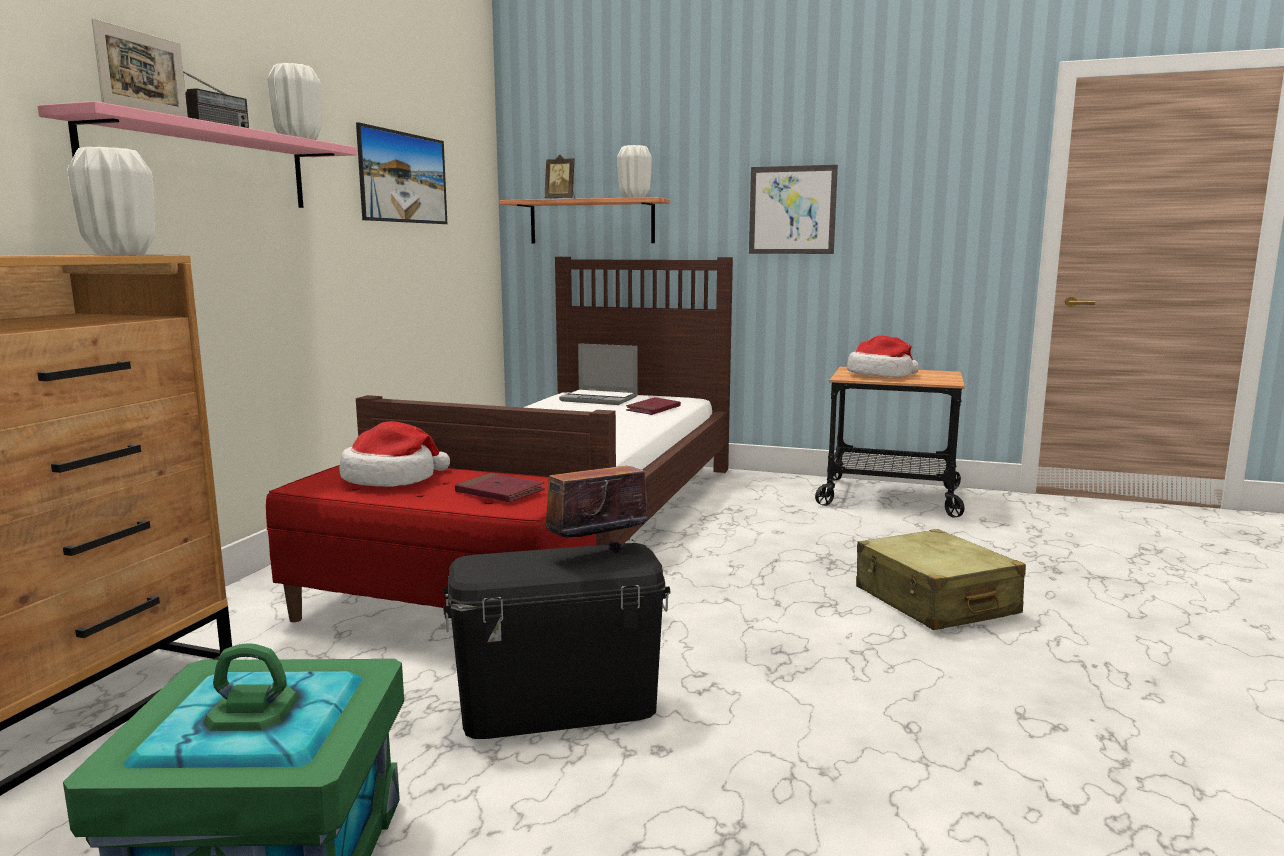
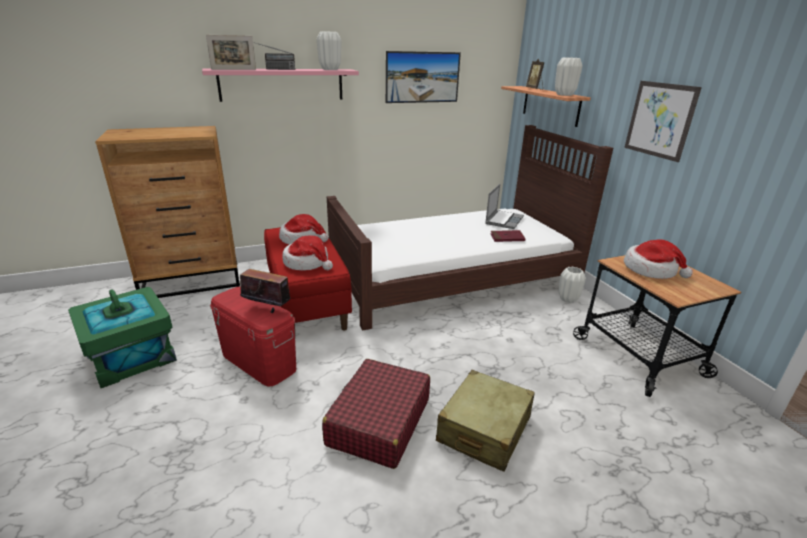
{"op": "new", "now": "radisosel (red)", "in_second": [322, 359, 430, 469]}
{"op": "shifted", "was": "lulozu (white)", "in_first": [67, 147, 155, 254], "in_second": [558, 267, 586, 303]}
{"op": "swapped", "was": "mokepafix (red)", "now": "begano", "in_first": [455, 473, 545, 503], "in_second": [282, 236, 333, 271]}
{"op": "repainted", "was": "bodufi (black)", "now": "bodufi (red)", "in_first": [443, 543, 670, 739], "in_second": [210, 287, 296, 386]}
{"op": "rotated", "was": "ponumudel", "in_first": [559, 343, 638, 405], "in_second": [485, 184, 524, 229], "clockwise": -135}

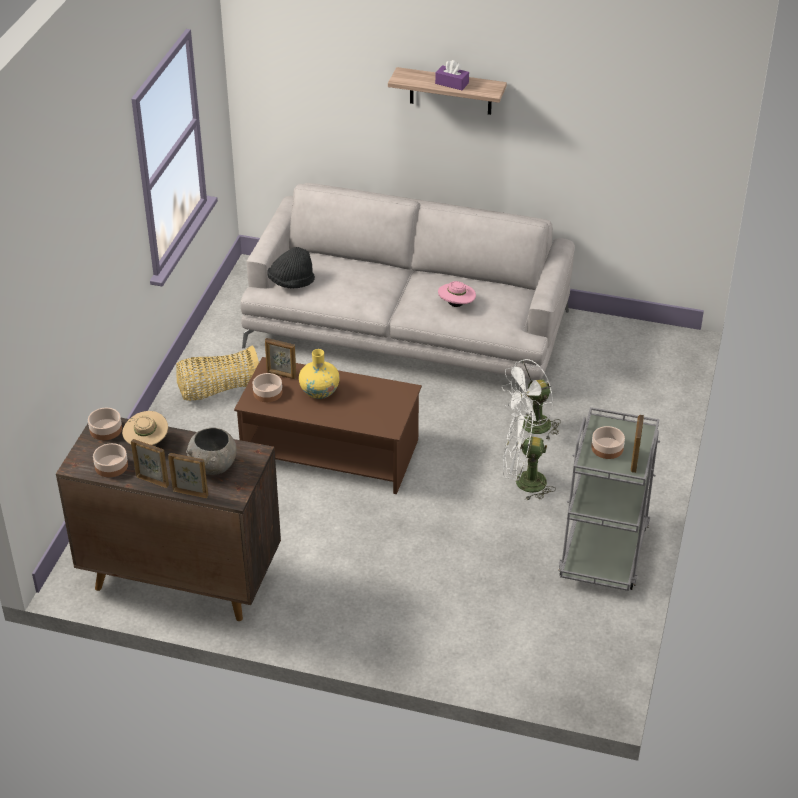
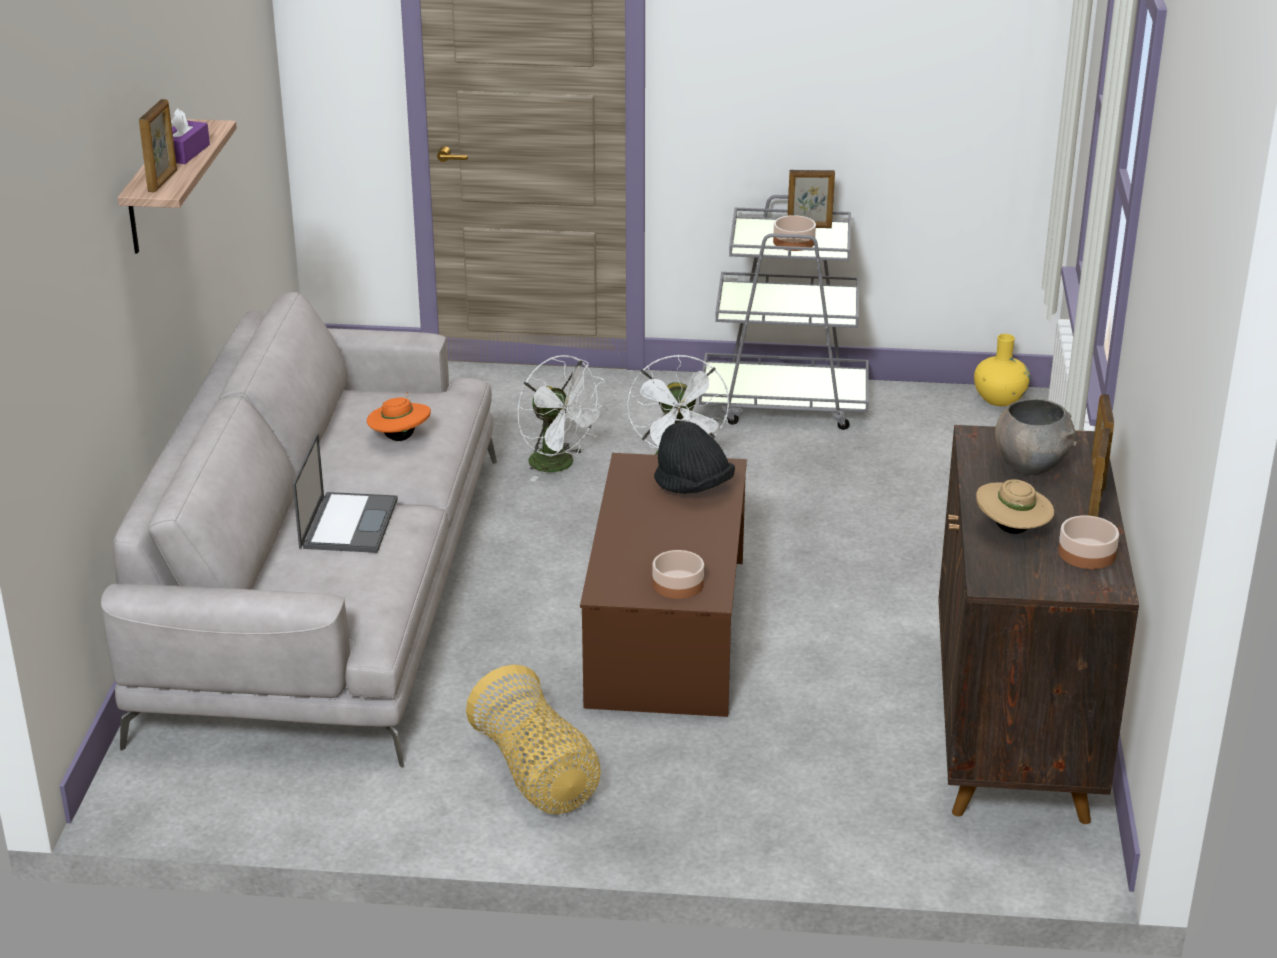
{"op": "gone", "was": "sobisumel", "in_first": [88, 408, 122, 440]}
{"op": "new", "now": "ponumudel", "in_second": [293, 433, 398, 553]}
{"op": "shifted", "was": "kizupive", "in_first": [265, 338, 296, 379], "in_second": [139, 99, 177, 192]}
{"op": "shifted", "was": "begano (black)", "in_first": [267, 247, 315, 288], "in_second": [654, 421, 735, 494]}
{"op": "shifted", "was": "lulozu (yellow)", "in_first": [299, 349, 340, 399], "in_second": [974, 334, 1030, 406]}
{"op": "repainted", "was": "begano (pink)", "now": "begano (orange)", "in_first": [438, 281, 476, 307], "in_second": [367, 392, 431, 441]}

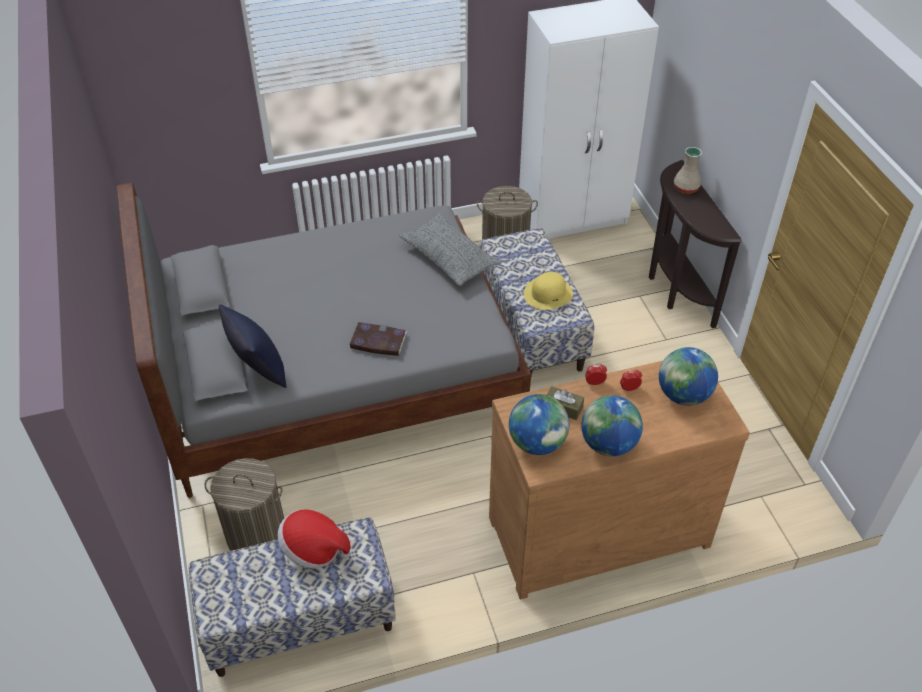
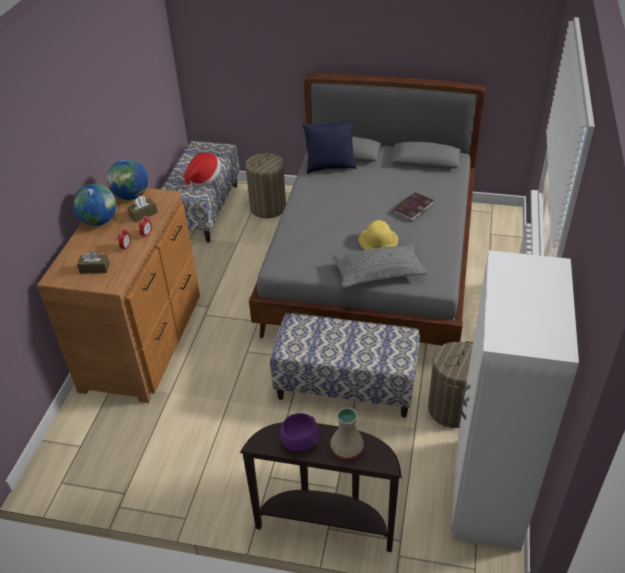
{"op": "new", "now": "sobisumel (purple)", "in_second": [280, 413, 319, 452]}
{"op": "shifted", "was": "mokepafix", "in_first": [349, 322, 407, 356], "in_second": [393, 192, 434, 221]}
{"op": "shifted", "was": "begano (yellow)", "in_first": [524, 272, 573, 310], "in_second": [359, 220, 398, 250]}
{"op": "swapped", "was": "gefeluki", "now": "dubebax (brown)", "in_first": [659, 347, 718, 405], "in_second": [77, 251, 110, 274]}

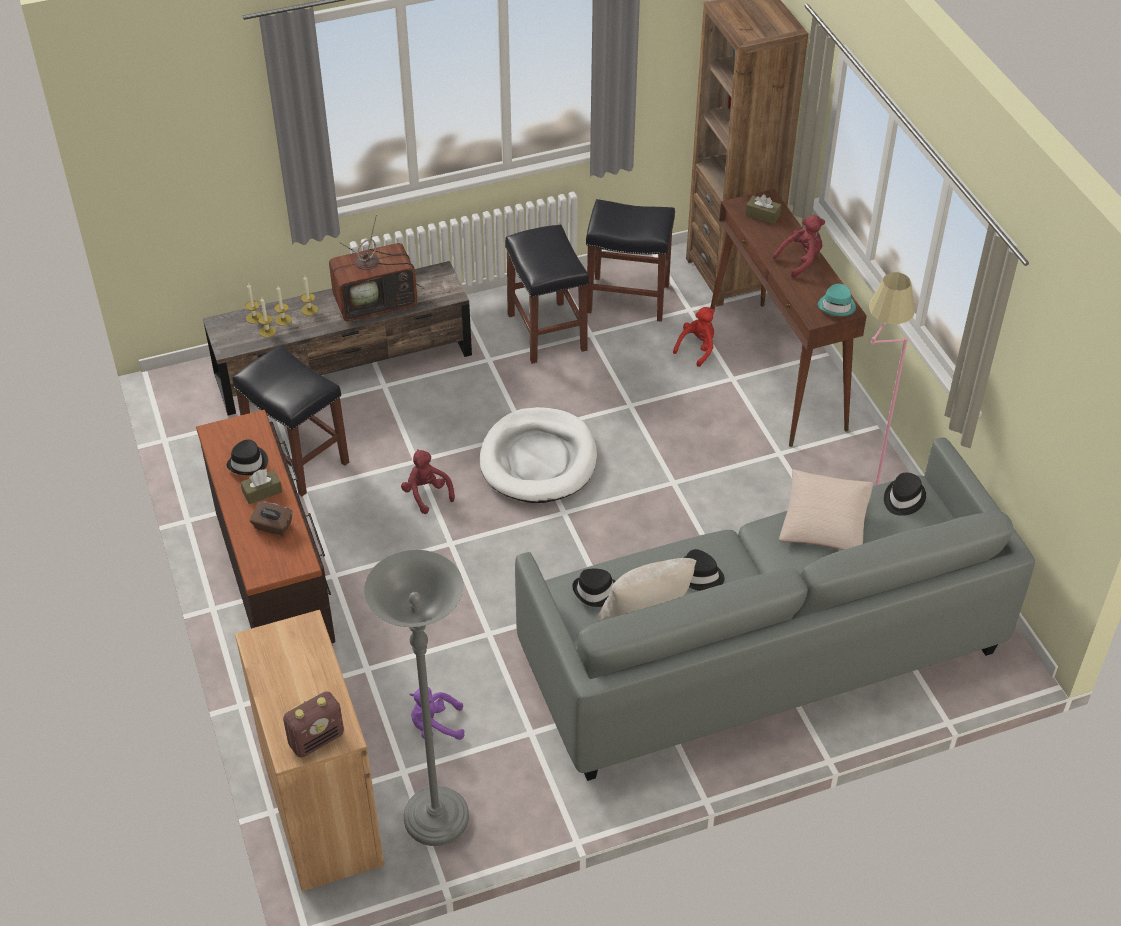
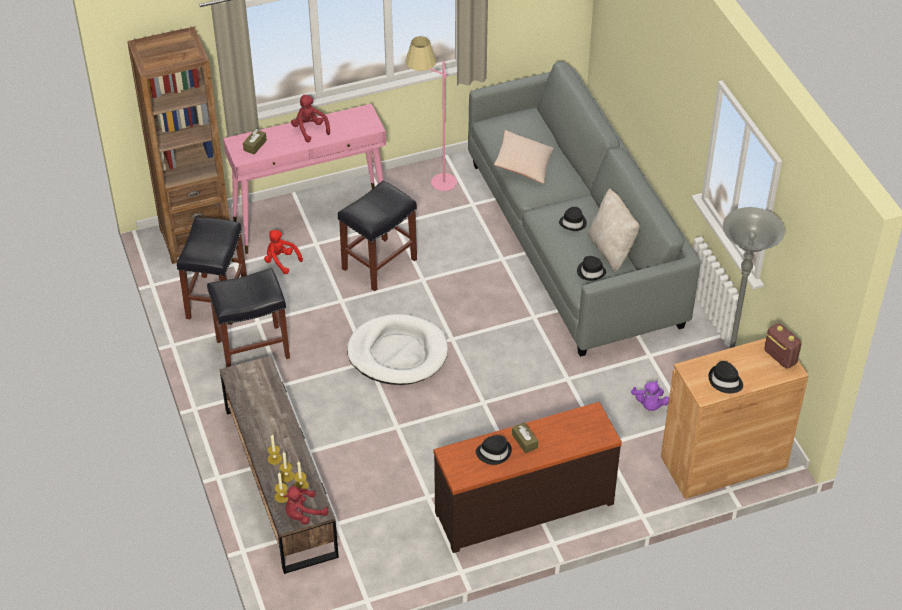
{"op": "gone", "was": "dubebax (brown)", "in_first": [250, 501, 293, 536]}
{"op": "gone", "was": "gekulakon", "in_first": [329, 215, 425, 322]}
{"op": "gone", "was": "begano (turquoise)", "in_first": [818, 284, 856, 316]}
{"op": "shifted", "was": "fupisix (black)", "in_first": [233, 345, 349, 496], "in_second": [338, 181, 417, 291]}
{"op": "shifted", "was": "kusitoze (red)", "in_first": [401, 449, 455, 514], "in_second": [284, 486, 329, 525]}
{"op": "shifted", "was": "begano (black)", "in_first": [884, 473, 926, 516], "in_second": [709, 361, 743, 393]}
{"op": "repainted", "was": "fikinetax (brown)", "now": "fikinetax (pink)", "in_first": [710, 189, 867, 447], "in_second": [223, 104, 386, 254]}

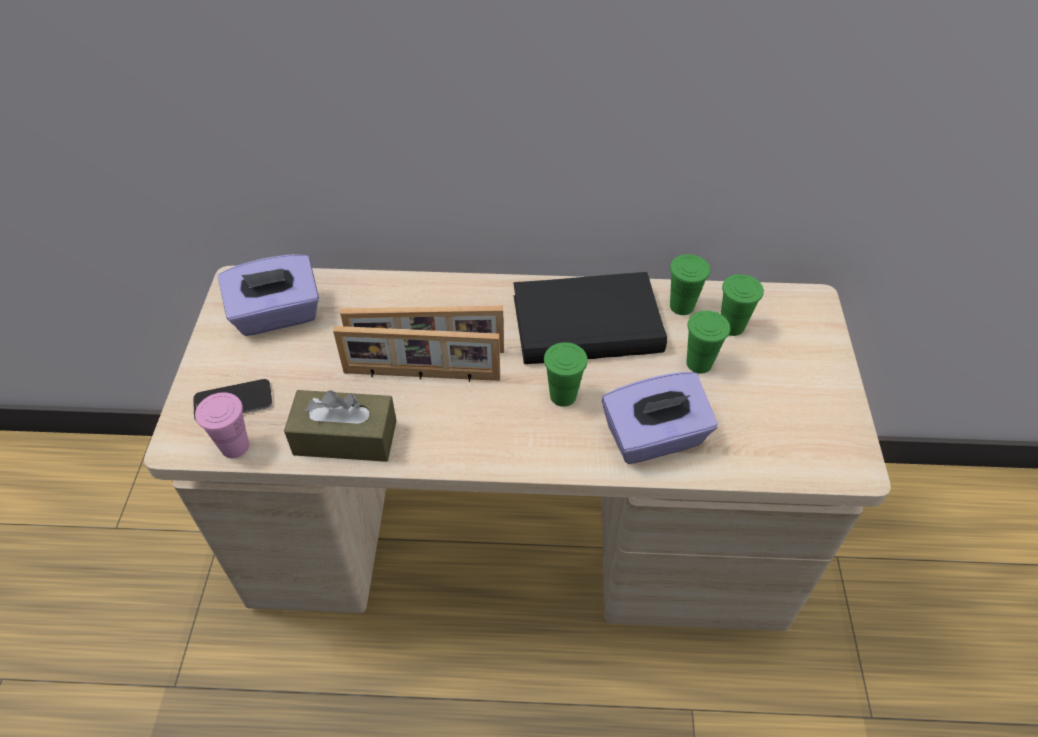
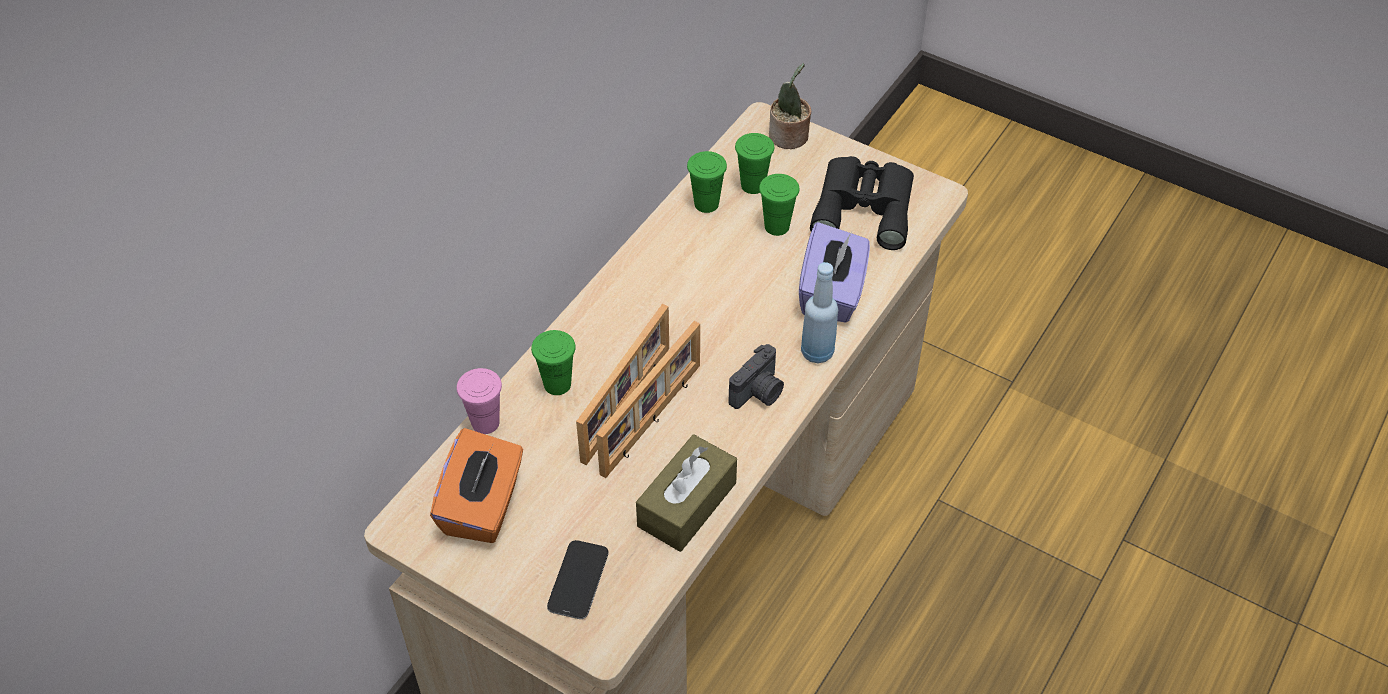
{"op": "gone", "was": "mokepafix (black)", "in_first": [513, 272, 667, 364]}
{"op": "new", "now": "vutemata", "in_second": [728, 344, 784, 409]}
{"op": "new", "now": "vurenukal", "in_second": [769, 63, 811, 149]}
{"op": "new", "now": "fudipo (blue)", "in_second": [801, 262, 838, 363]}
{"op": "new", "now": "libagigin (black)", "in_second": [810, 156, 914, 250]}
{"op": "shifted", "was": "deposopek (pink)", "in_first": [195, 392, 249, 458], "in_second": [457, 368, 502, 434]}
{"op": "shifted", "was": "deposopek (green)", "in_first": [544, 342, 588, 407], "in_second": [531, 330, 576, 395]}
{"op": "repainted", "was": "dubebax (purple)", "now": "dubebax (orange)", "in_first": [217, 254, 319, 336], "in_second": [430, 428, 523, 543]}

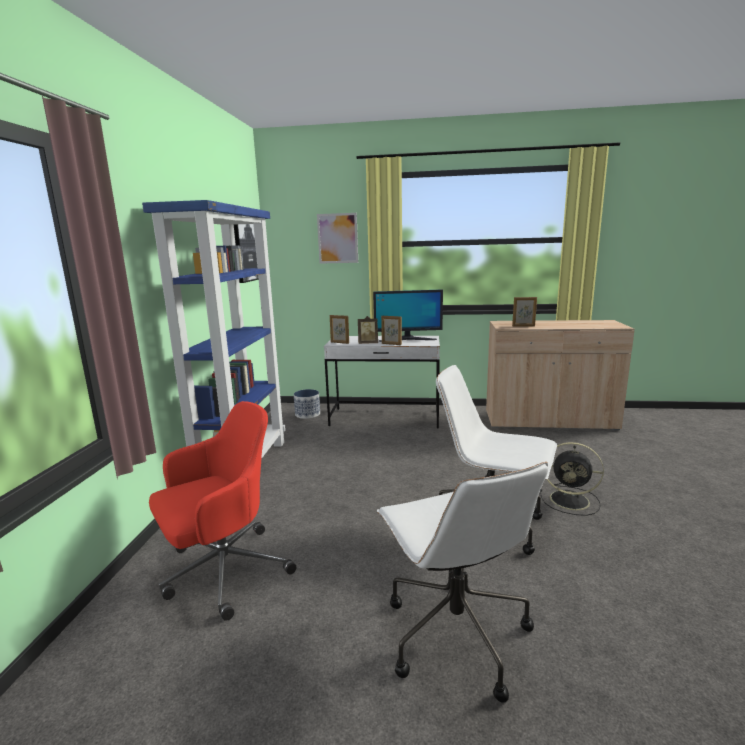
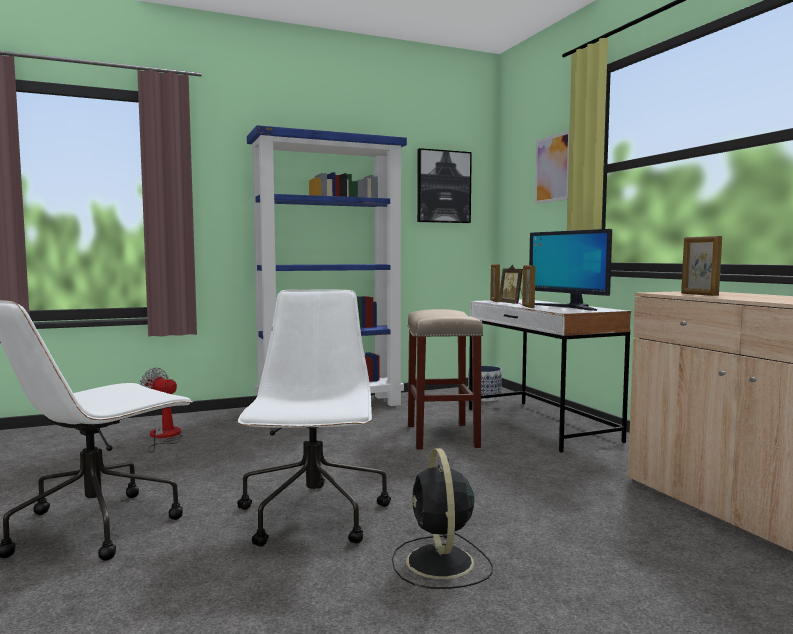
{"op": "new", "now": "fupisix (beige)", "in_second": [407, 309, 483, 450]}
{"op": "swapped", "was": "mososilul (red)", "now": "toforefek", "in_first": [149, 401, 297, 621], "in_second": [140, 367, 183, 453]}

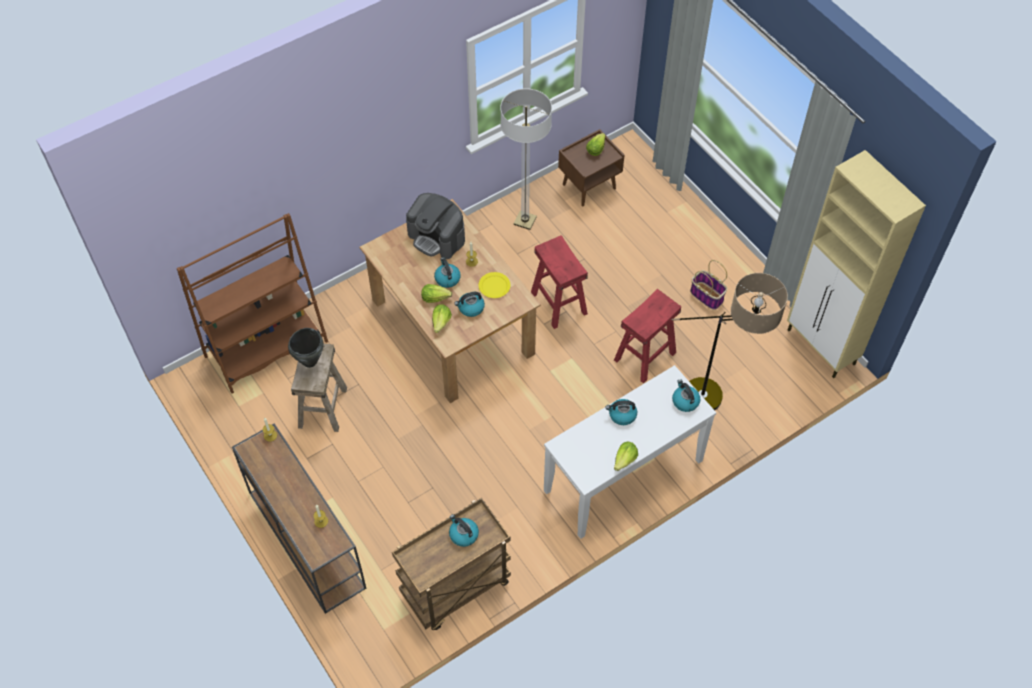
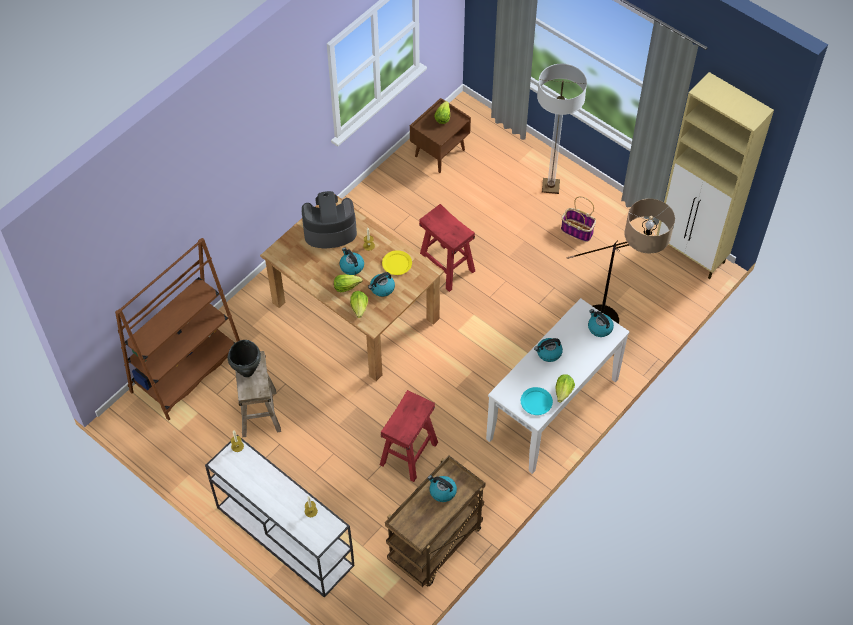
{"op": "new", "now": "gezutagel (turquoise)", "in_second": [521, 387, 553, 415]}
{"op": "shifted", "was": "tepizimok", "in_first": [500, 88, 552, 230], "in_second": [537, 64, 587, 194]}
{"op": "shifted", "was": "fupisix (red)", "in_first": [614, 289, 681, 384], "in_second": [380, 390, 438, 482]}
{"op": "repainted", "was": "fikinetax (brown)", "now": "fikinetax (white)", "in_first": [232, 423, 366, 614], "in_second": [205, 435, 354, 598]}
{"op": "rotated", "was": "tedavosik", "in_first": [406, 193, 465, 259], "in_second": [302, 191, 357, 248], "clockwise": 150}

